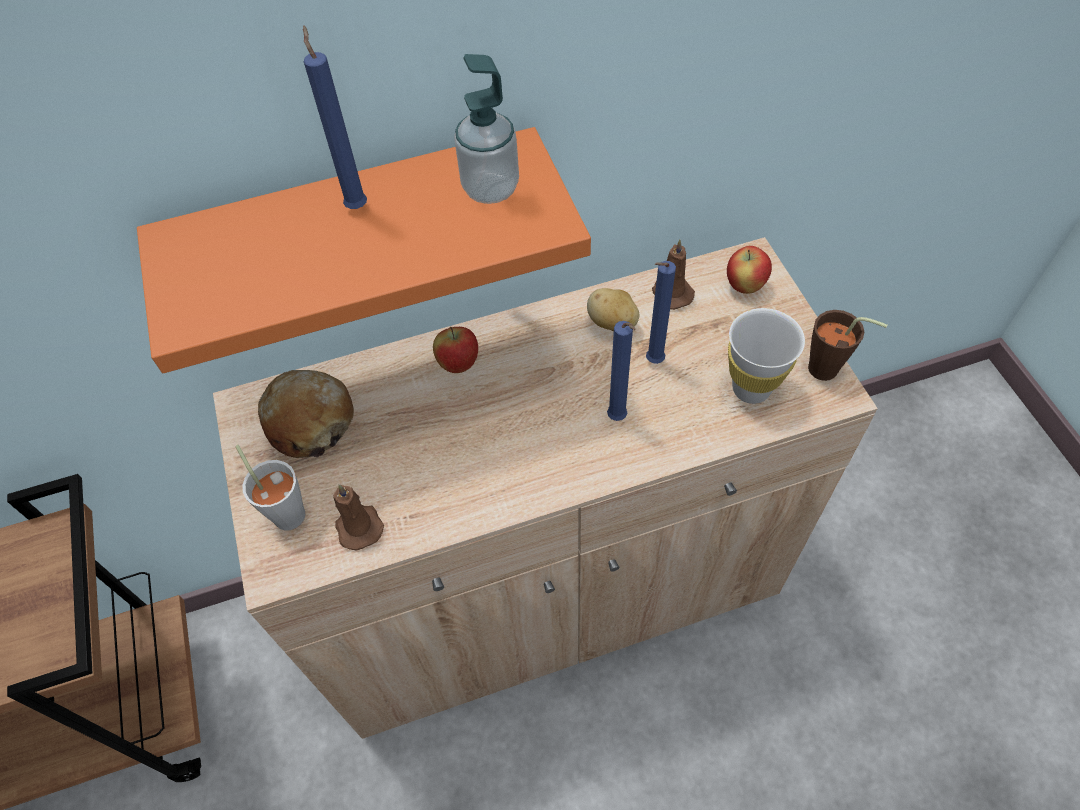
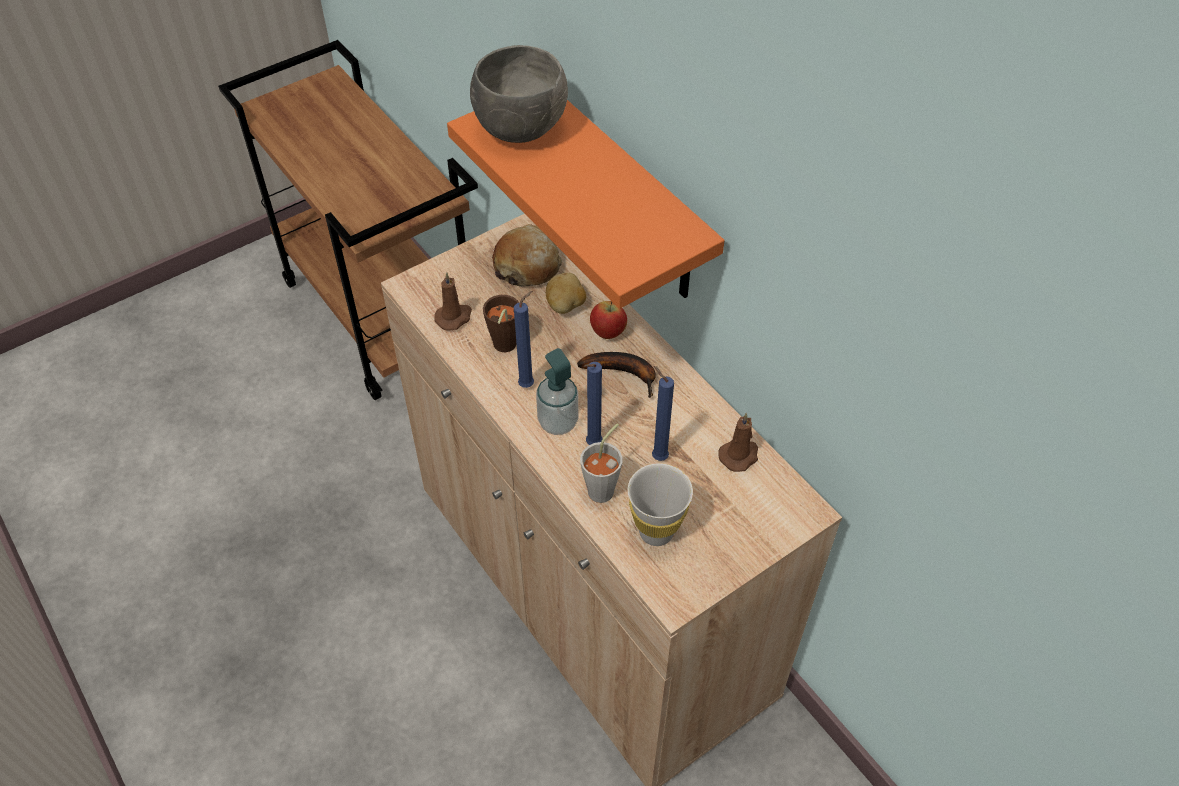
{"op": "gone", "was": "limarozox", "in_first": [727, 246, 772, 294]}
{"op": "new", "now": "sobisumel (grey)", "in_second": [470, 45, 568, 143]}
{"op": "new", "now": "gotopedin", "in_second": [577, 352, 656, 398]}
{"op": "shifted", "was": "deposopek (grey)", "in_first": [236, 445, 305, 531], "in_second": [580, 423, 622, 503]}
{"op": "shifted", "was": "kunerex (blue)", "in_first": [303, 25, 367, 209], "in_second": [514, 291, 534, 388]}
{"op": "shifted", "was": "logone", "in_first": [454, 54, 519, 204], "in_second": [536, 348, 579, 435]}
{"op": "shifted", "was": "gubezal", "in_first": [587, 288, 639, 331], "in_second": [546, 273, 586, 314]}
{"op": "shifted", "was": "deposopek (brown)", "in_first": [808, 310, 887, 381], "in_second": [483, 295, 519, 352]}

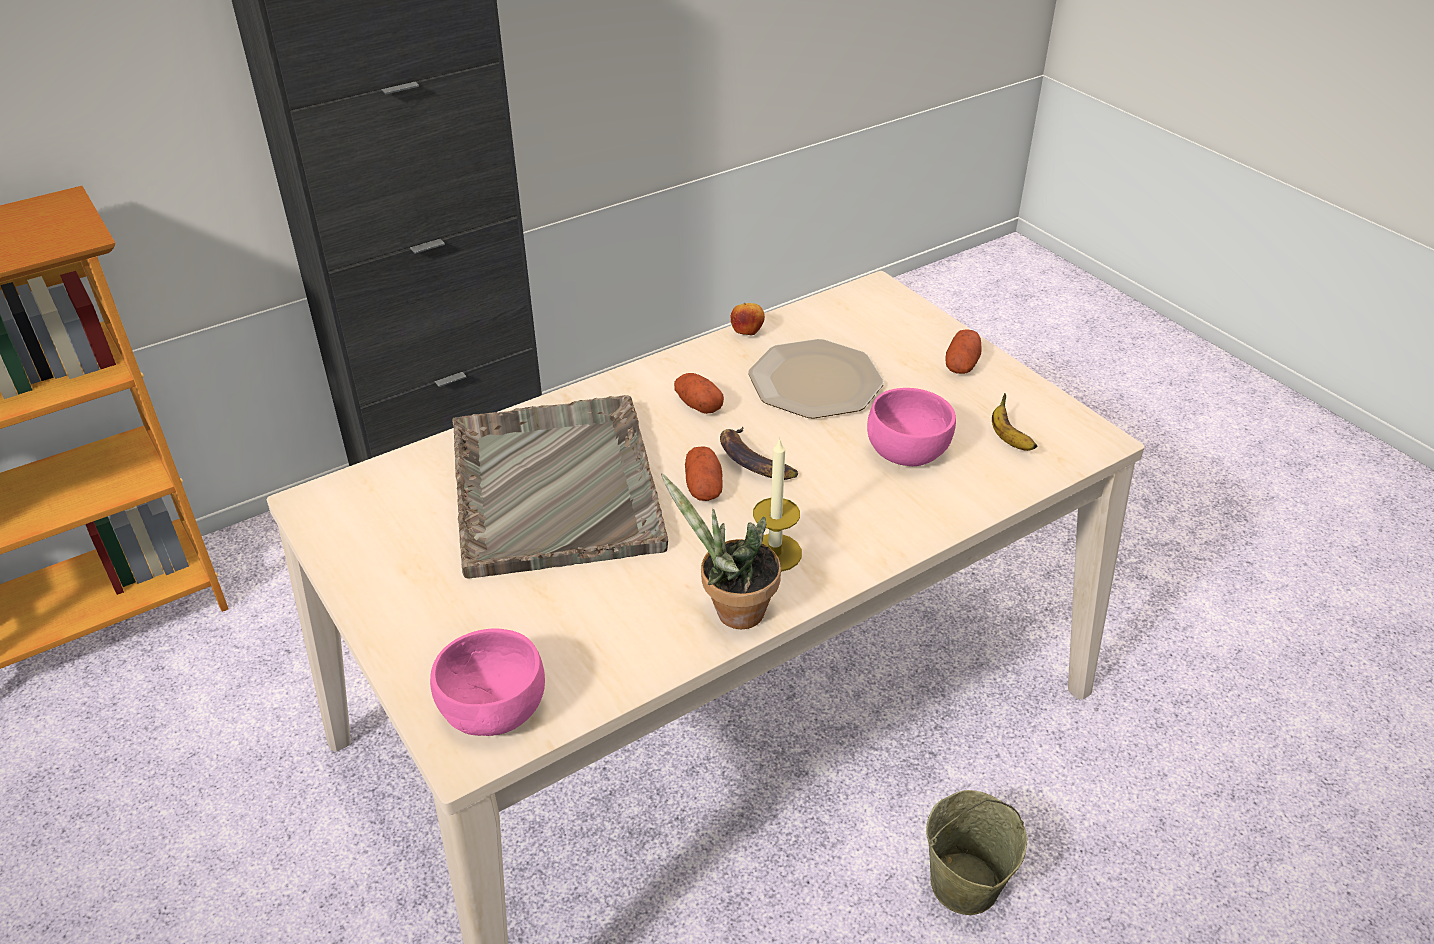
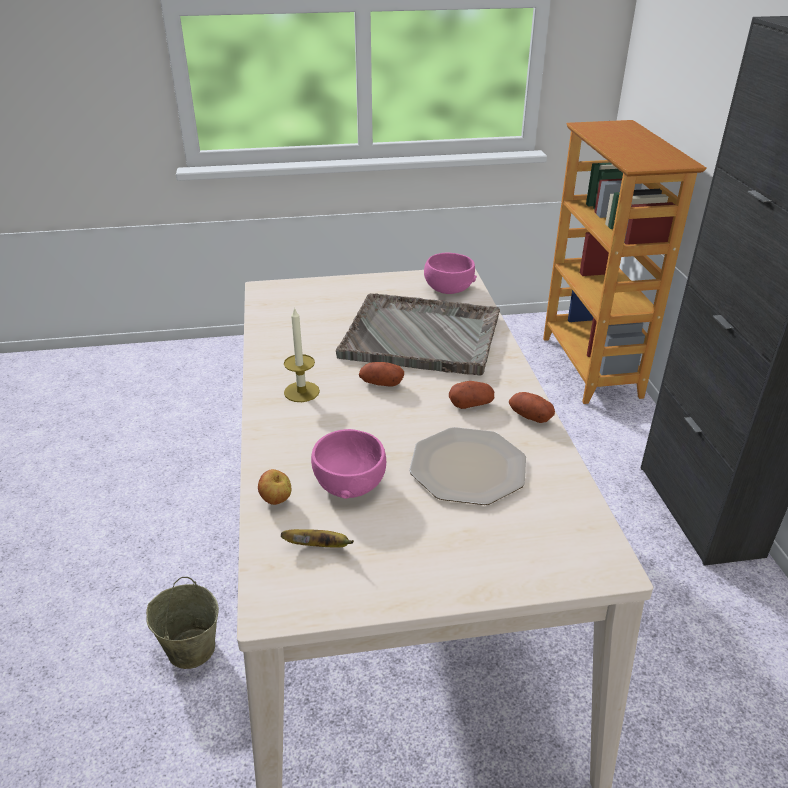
{"op": "gone", "was": "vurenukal", "in_first": [661, 473, 781, 629]}
{"op": "gone", "was": "gotopedin", "in_first": [720, 427, 798, 480]}
{"op": "shifted", "was": "sobisumel (pink)", "in_first": [430, 628, 545, 736], "in_second": [424, 253, 477, 294]}
{"op": "shifted", "was": "limarozox", "in_first": [731, 303, 765, 335], "in_second": [258, 469, 292, 505]}
{"op": "shifted", "was": "gubezal", "in_first": [945, 329, 982, 374], "in_second": [509, 392, 555, 423]}

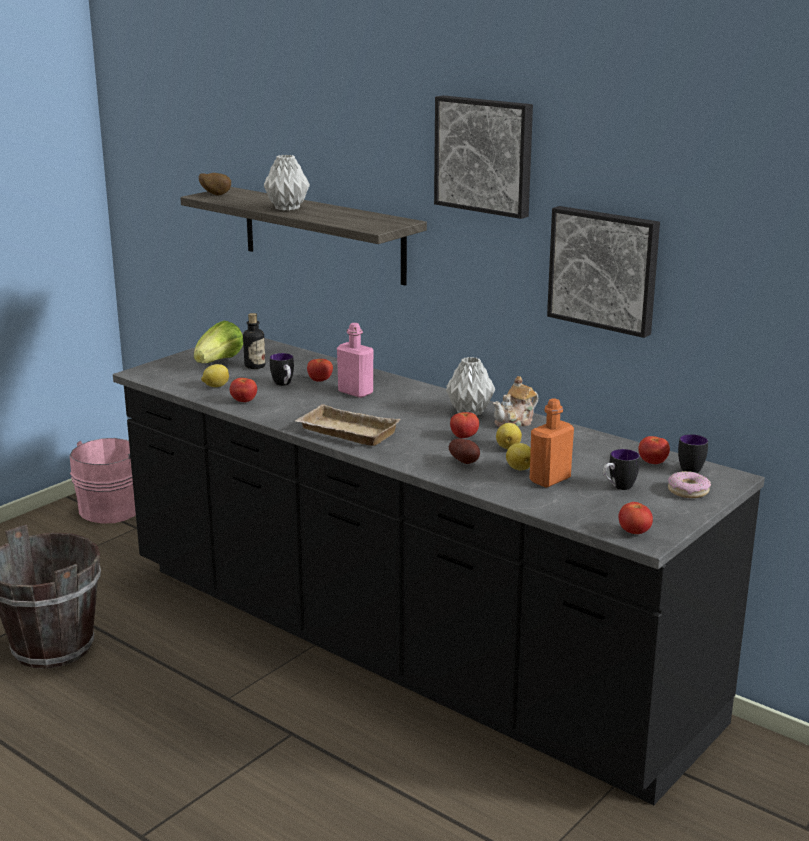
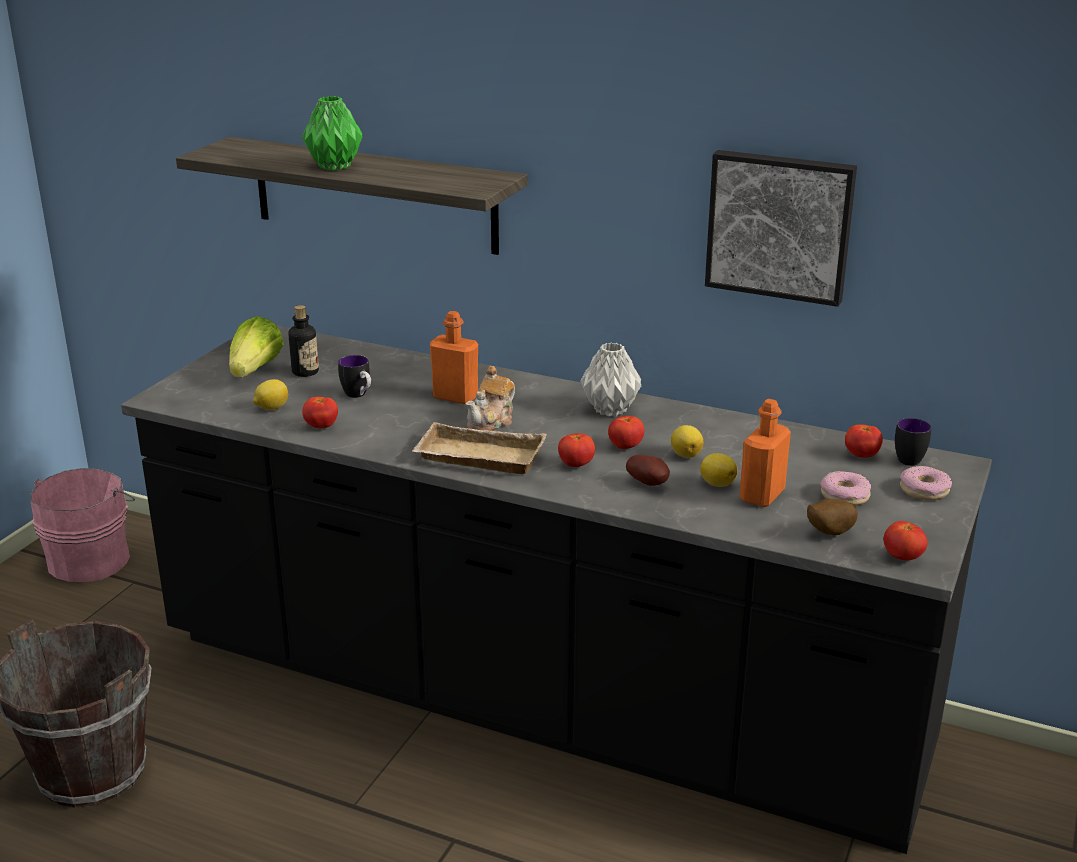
{"op": "gone", "was": "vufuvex", "in_first": [434, 95, 533, 219]}
{"op": "shifted", "was": "gubezal", "in_first": [199, 173, 231, 195], "in_second": [807, 499, 858, 535]}
{"op": "shifted", "was": "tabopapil", "in_first": [307, 359, 333, 382], "in_second": [558, 433, 595, 467]}
{"op": "shifted", "was": "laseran", "in_first": [493, 376, 538, 427], "in_second": [465, 366, 515, 431]}
{"op": "swapped", "was": "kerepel", "now": "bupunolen", "in_first": [603, 449, 640, 490], "in_second": [820, 471, 871, 506]}
{"op": "repainted", "was": "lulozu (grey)", "now": "lulozu (green)", "in_first": [264, 155, 310, 211], "in_second": [302, 96, 362, 170]}
{"op": "repainted", "was": "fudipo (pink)", "now": "fudipo (orange)", "in_first": [337, 323, 374, 398], "in_second": [430, 311, 478, 404]}

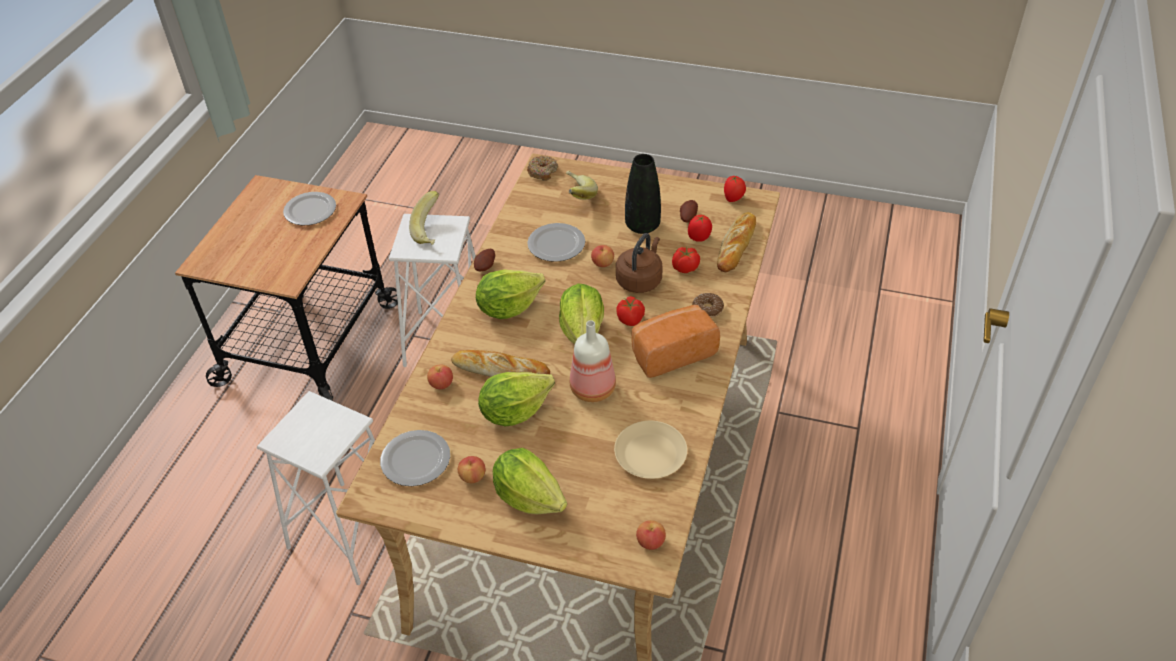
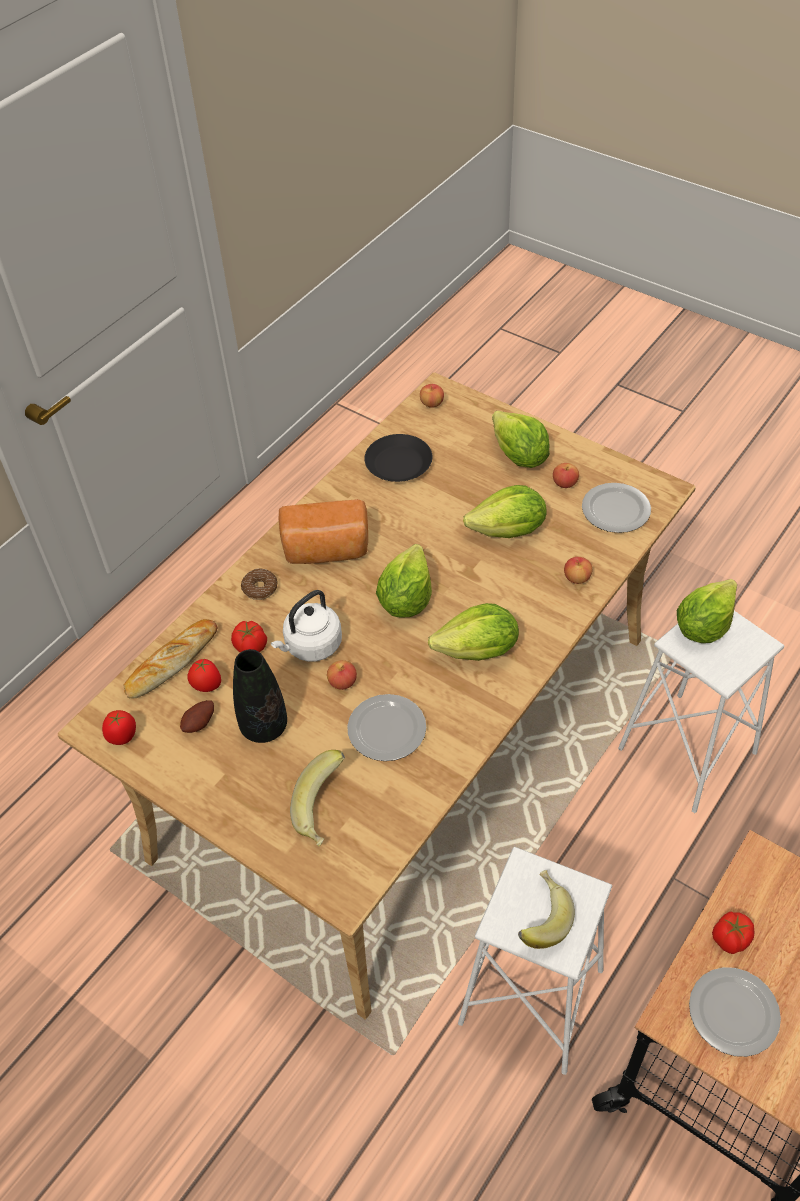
{"op": "gone", "was": "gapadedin", "in_first": [451, 350, 550, 377]}
{"op": "gone", "was": "gubezal", "in_first": [474, 249, 495, 272]}
{"op": "gone", "was": "bupunolen", "in_first": [527, 156, 558, 181]}
{"op": "gone", "was": "fudipo", "in_first": [570, 320, 616, 402]}
{"op": "new", "now": "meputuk", "in_second": [677, 579, 737, 643]}
{"op": "shifted", "was": "tabopapil", "in_first": [616, 296, 645, 326], "in_second": [712, 912, 754, 954]}
{"op": "repainted", "was": "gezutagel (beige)", "now": "gezutagel (black)", "in_first": [614, 421, 687, 479], "in_second": [364, 434, 432, 482]}
{"op": "repainted", "was": "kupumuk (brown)", "now": "kupumuk (white)", "in_first": [616, 233, 663, 293], "in_second": [271, 590, 342, 662]}

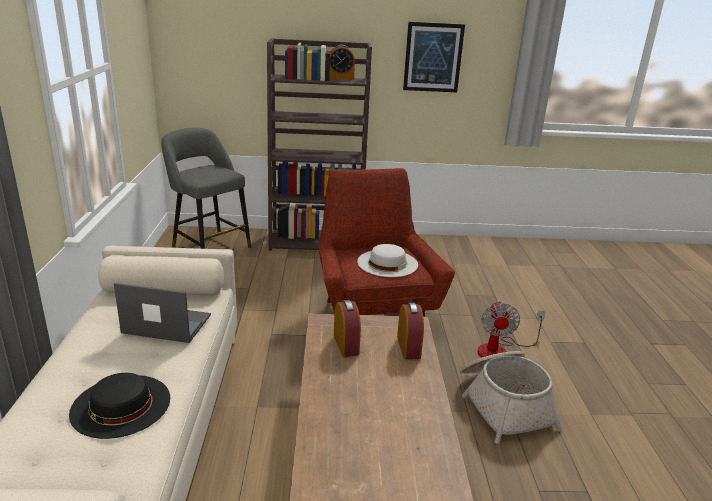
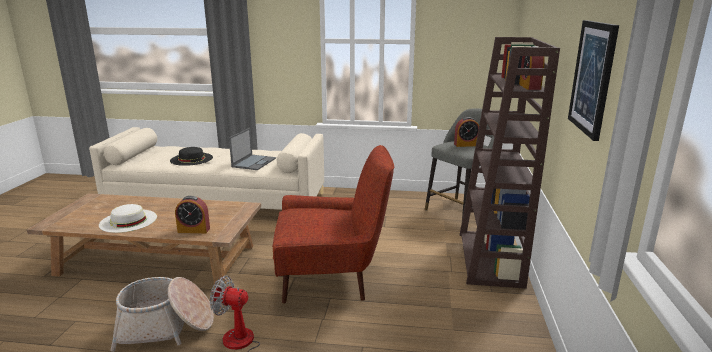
{"op": "shifted", "was": "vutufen", "in_first": [334, 300, 361, 357], "in_second": [454, 117, 479, 147]}
{"op": "shifted", "was": "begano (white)", "in_first": [357, 244, 418, 277], "in_second": [99, 204, 157, 233]}

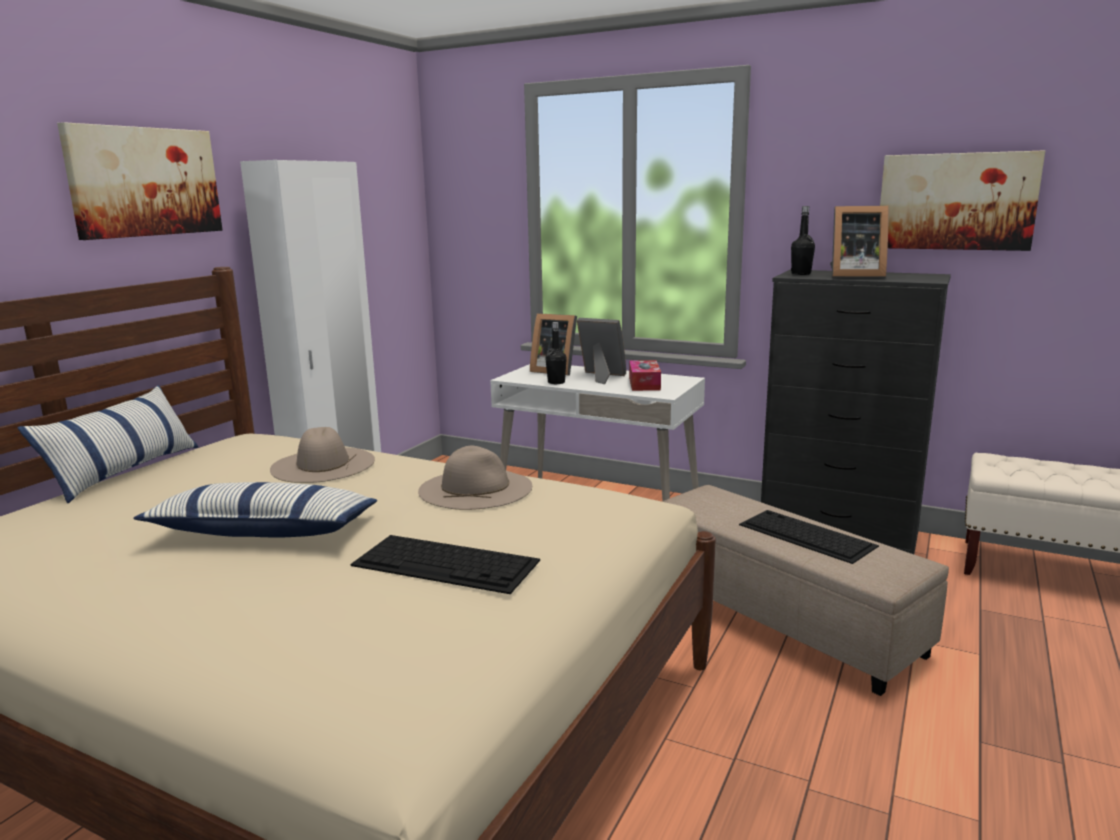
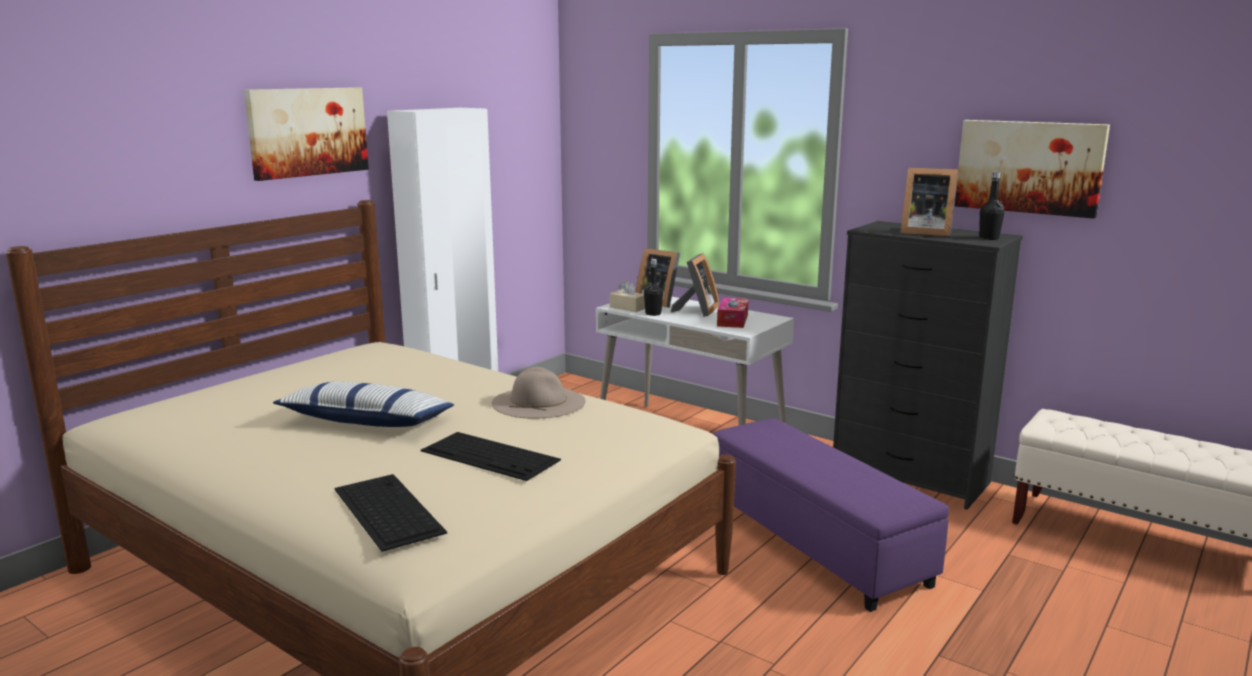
{"op": "gone", "was": "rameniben", "in_first": [18, 385, 198, 503]}
{"op": "gone", "was": "begano (beige)", "in_first": [270, 427, 375, 483]}
{"op": "new", "now": "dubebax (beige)", "in_second": [610, 280, 645, 312]}
{"op": "shifted", "was": "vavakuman", "in_first": [739, 510, 879, 564], "in_second": [334, 474, 447, 552]}
{"op": "shifted", "was": "fudipo (black)", "in_first": [791, 206, 815, 275], "in_second": [979, 171, 1005, 240]}
{"op": "repainted", "was": "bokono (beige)", "now": "bokono (purple)", "in_first": [662, 485, 949, 696], "in_second": [713, 418, 949, 612]}
{"op": "rotated", "was": "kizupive", "in_first": [577, 318, 626, 384], "in_second": [671, 253, 720, 317], "clockwise": 75}

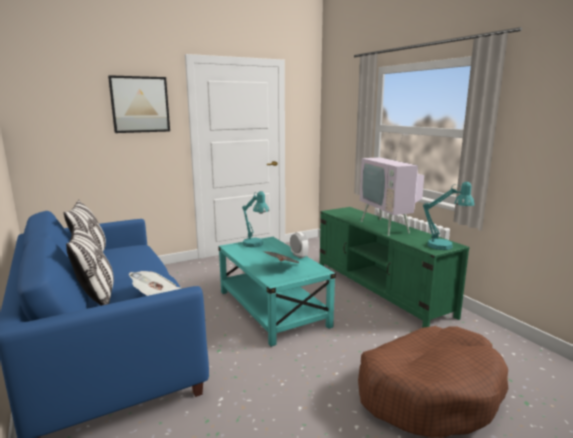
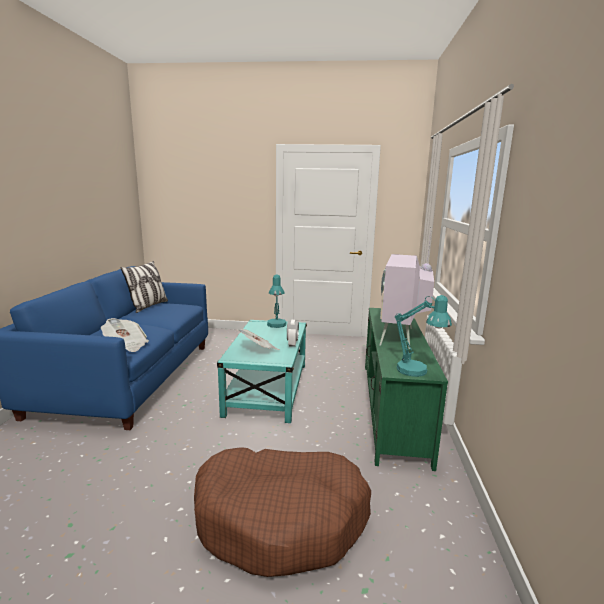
{"op": "gone", "was": "rameniben", "in_first": [66, 224, 114, 306]}
{"op": "gone", "was": "vufuvex", "in_first": [108, 75, 170, 133]}

